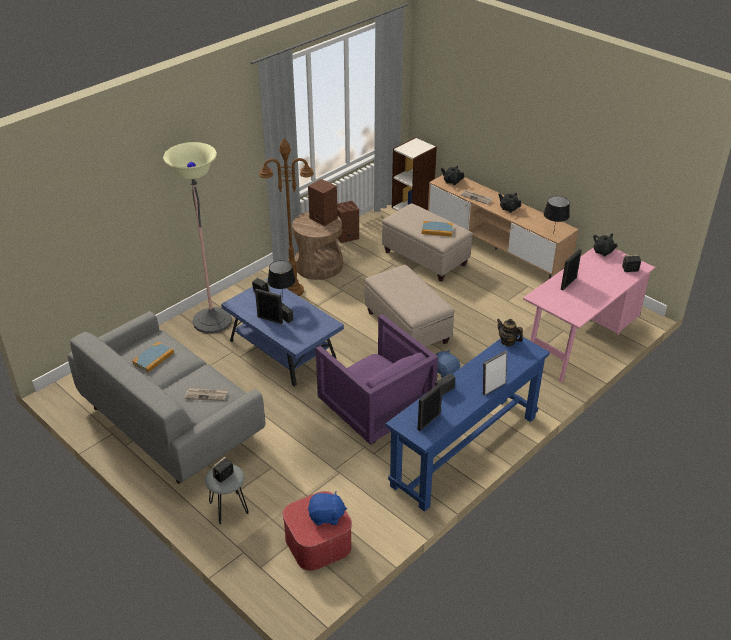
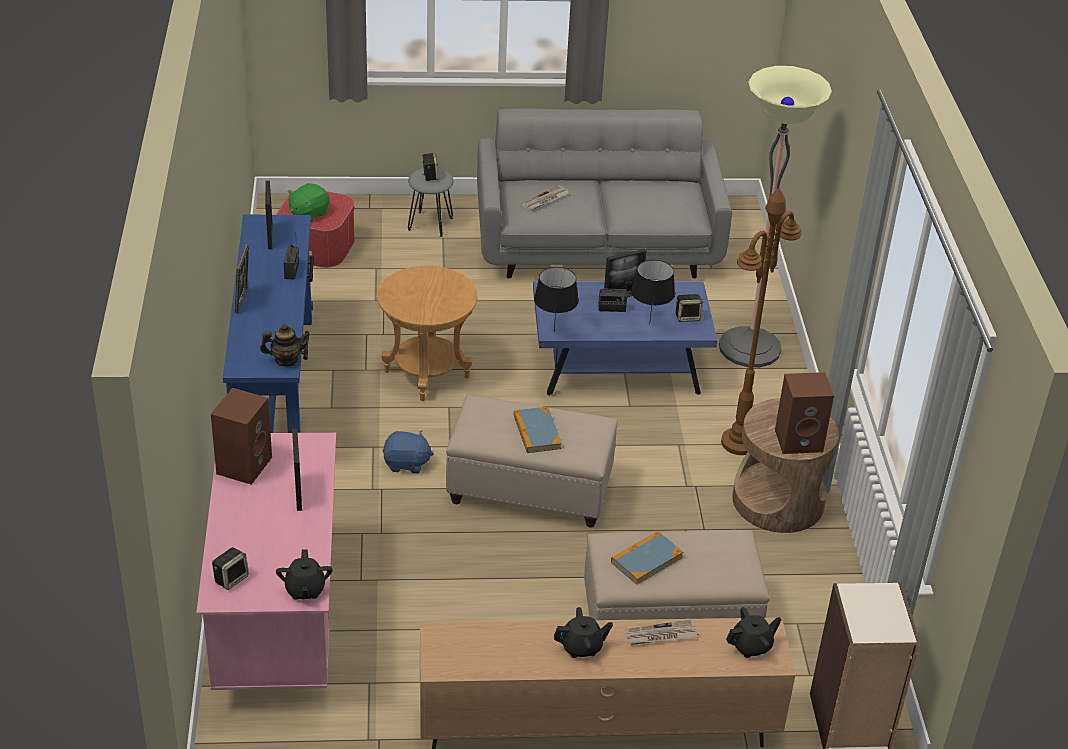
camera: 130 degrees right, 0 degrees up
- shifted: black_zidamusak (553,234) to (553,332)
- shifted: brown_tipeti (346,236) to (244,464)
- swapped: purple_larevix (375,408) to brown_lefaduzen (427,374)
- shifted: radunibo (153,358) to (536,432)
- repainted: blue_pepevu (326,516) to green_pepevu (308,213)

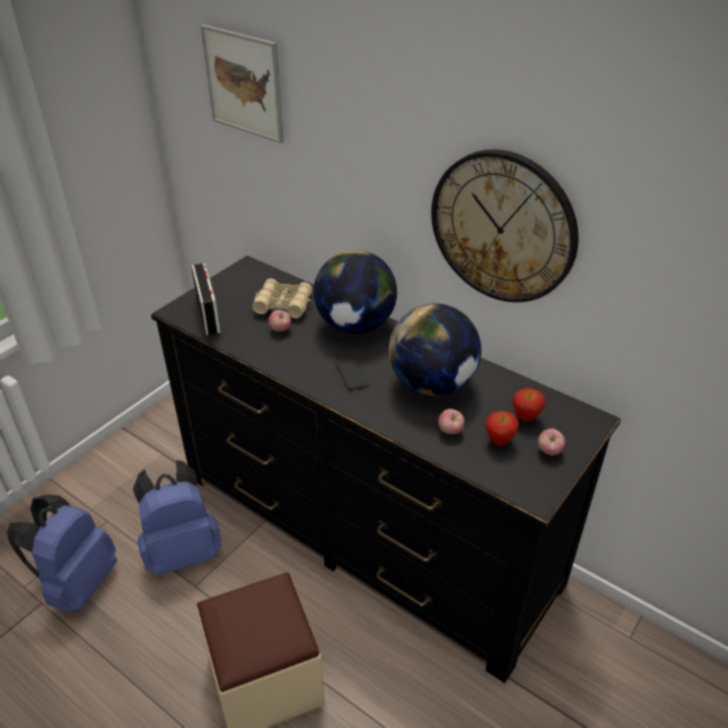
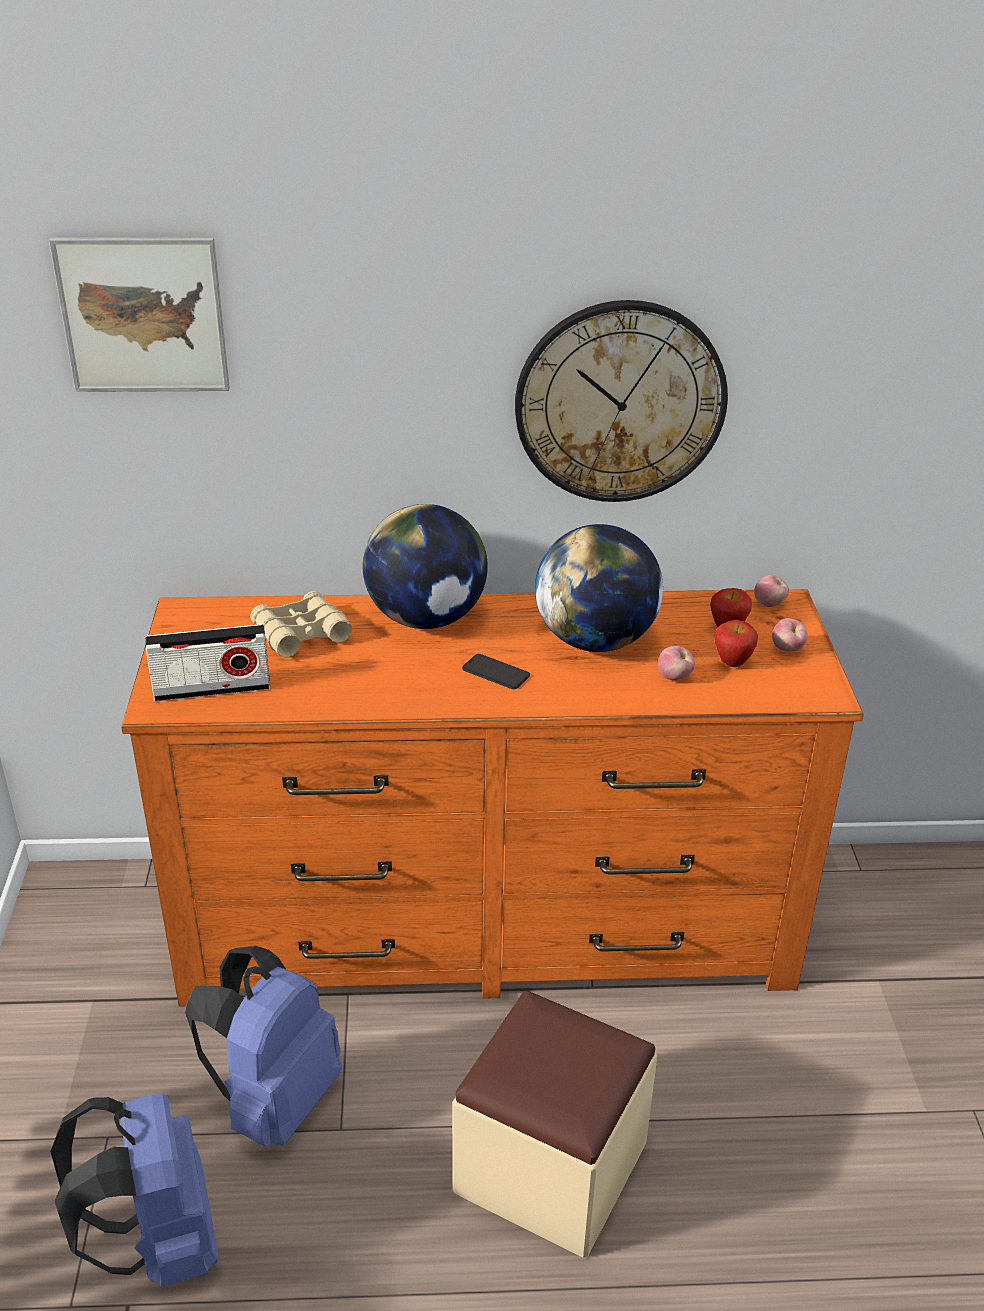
camera: 40 degrees left, 5 degrees down
- repainted: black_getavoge (366,528) to orange_getavoge (487,926)
- rotated: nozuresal (208,314) = (212,689) 135 degrees clockwise
- shifted: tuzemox (280,330) to (769,604)

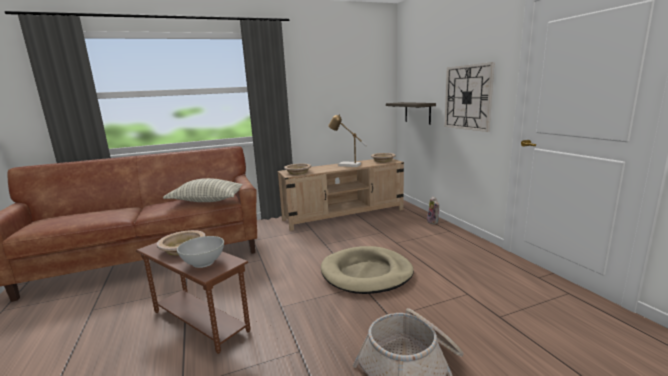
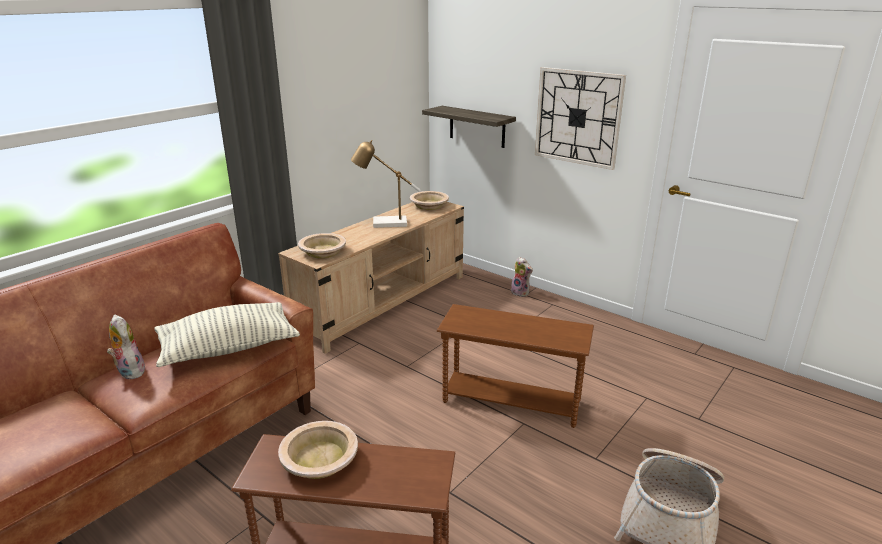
camera: 30 degrees left, 10 degrees up
- gone: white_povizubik (204,263)
- swapped: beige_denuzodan (366,273) to brown_lefaduzen (511,401)
- new: pepevu (129,371)

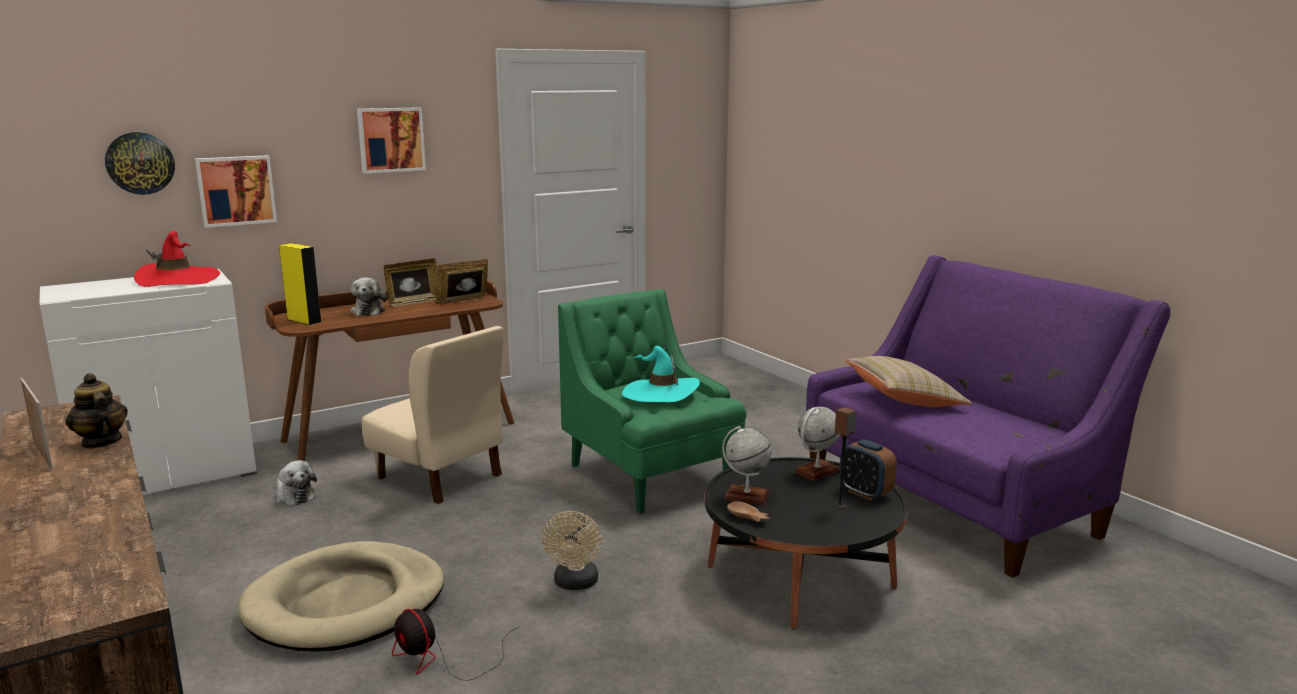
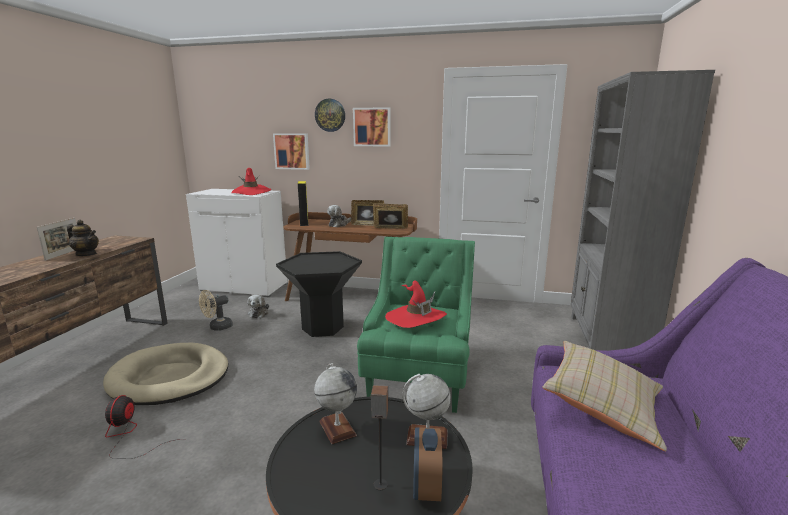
camera: 45 degrees right, 0 degrees up
- shifted: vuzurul (140,163) to (330,115)
- swapped: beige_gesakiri (440,477) to black_lefaduzen (322,328)
- repainted: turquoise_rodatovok (660,393) to red_rodatovok (416,318)
- rotated: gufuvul (101,442) = (86,254) 105 degrees clockwise
- gone: brown_povizubik (748,517)
- shifted: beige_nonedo (575,584) to (217,327)
- new: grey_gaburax (606,340)

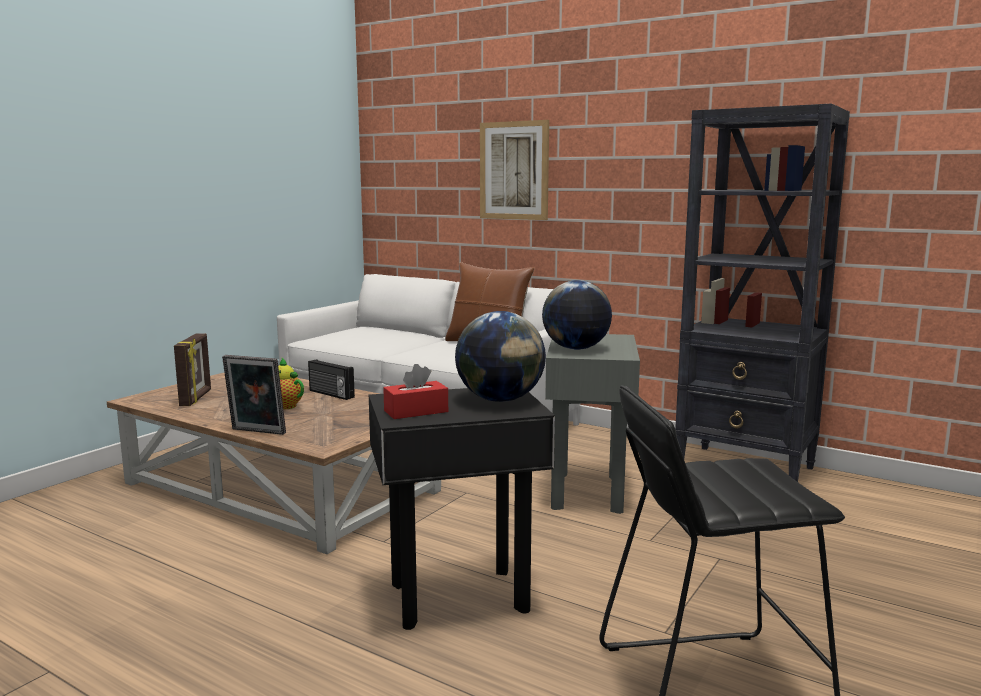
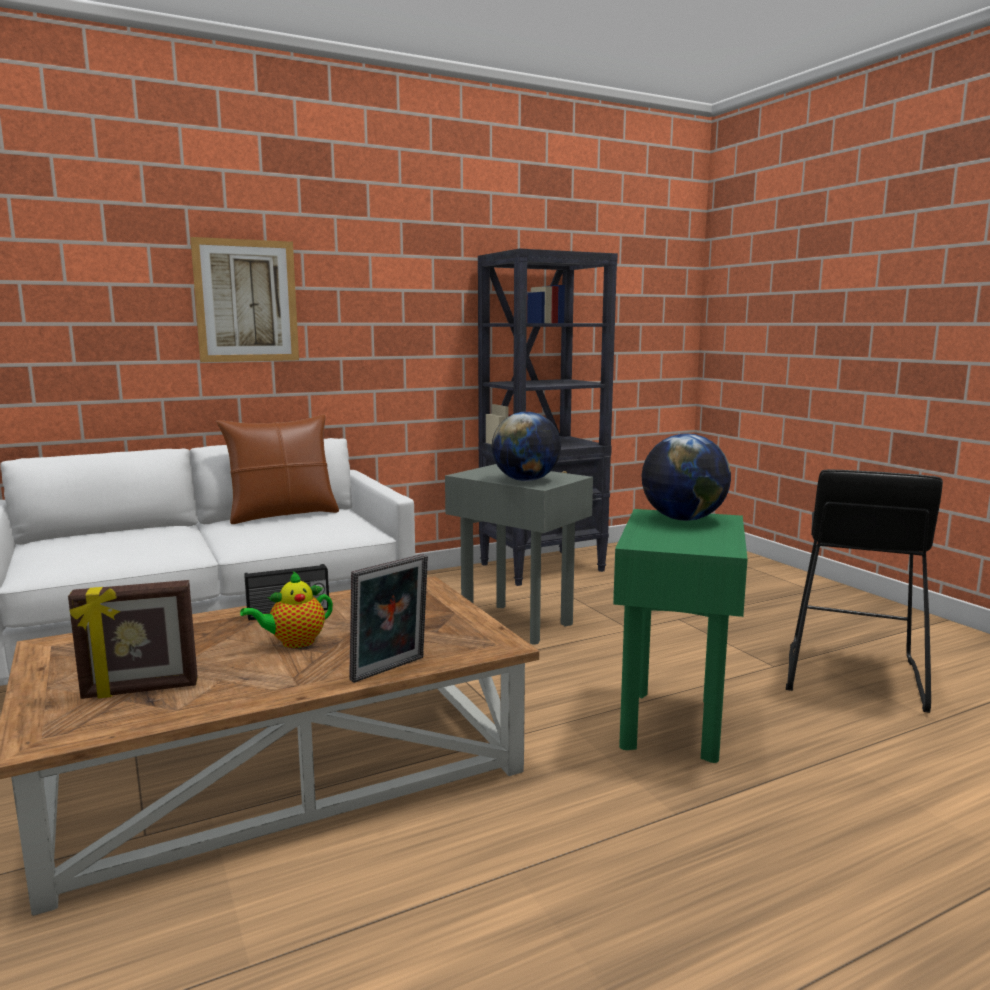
camera: 60 degrees left, 0 degrees up
- rotated: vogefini (196,398) = (140,690) 135 degrees clockwise
- gone: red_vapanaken (416,411)
- repainted: black_lefaduzen (459,597) to green_lefaduzen (673,724)

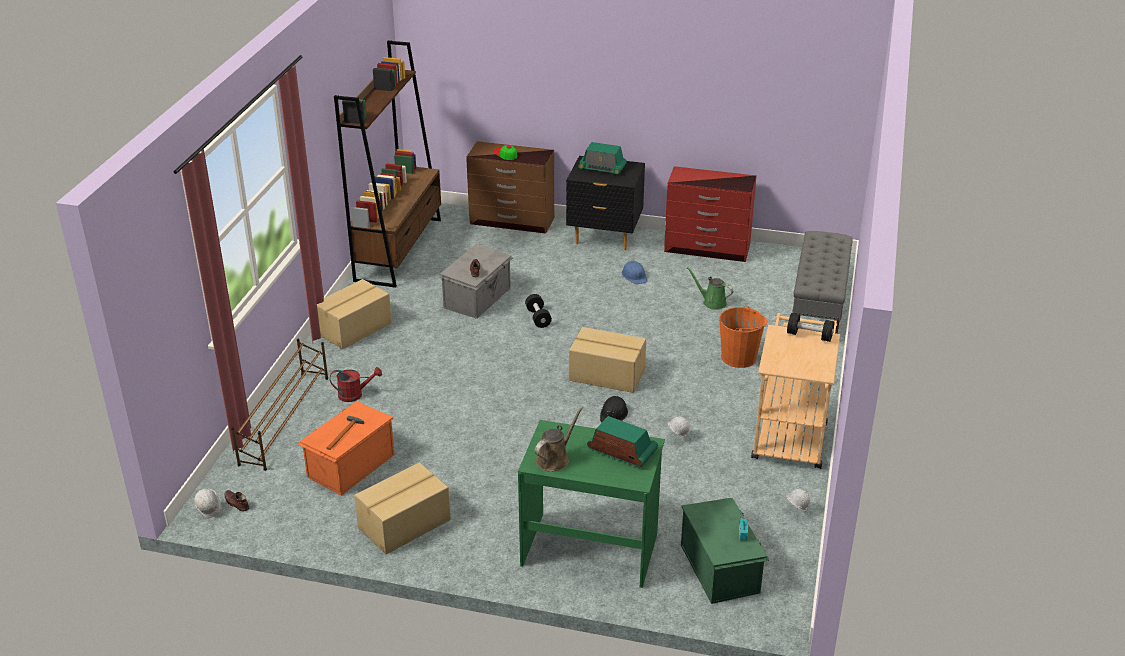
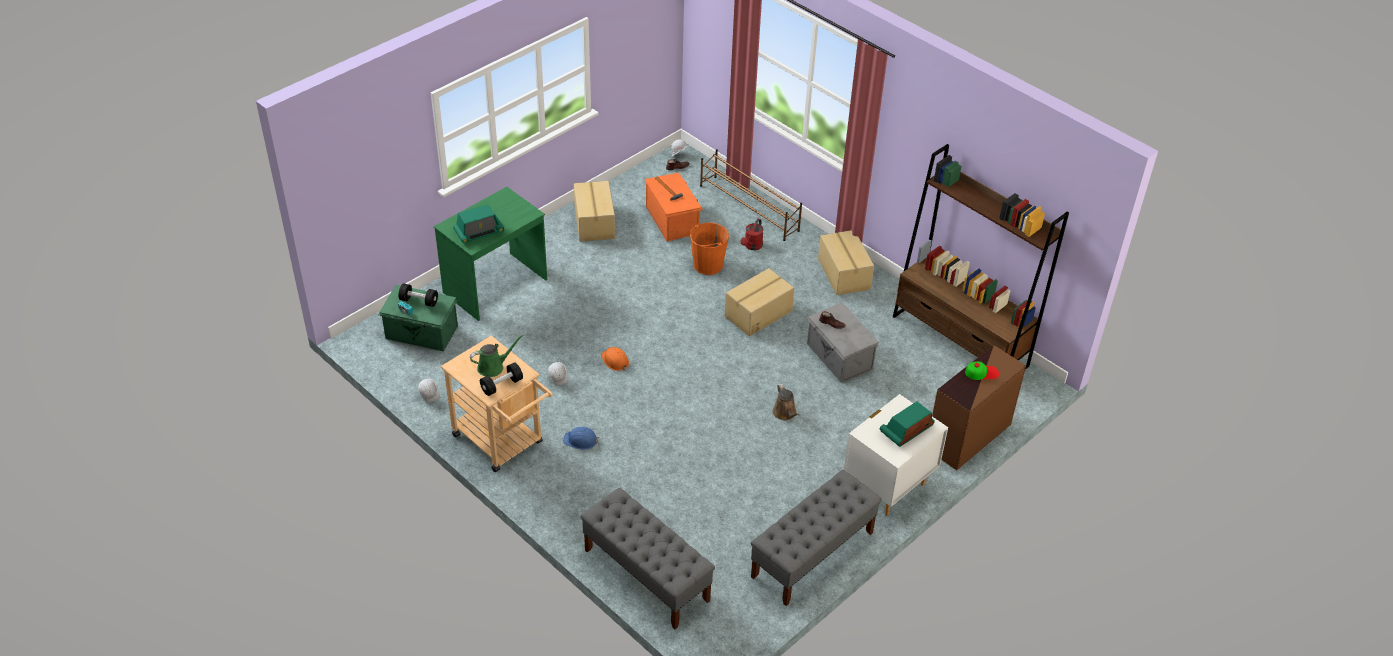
camera: 120 degrees right, 10 degrees up
- repainted: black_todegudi (604,238) to white_todegudi (888,487)
- swapped: red_getavoge (707,249) to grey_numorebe (812,555)
- shifted: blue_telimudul (634,276) to (581,440)
- shifted: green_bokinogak (712,302) to (493,367)
- shifted: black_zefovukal (538,318) to (419,301)
- shifted: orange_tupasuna (739,357) to (707,265)
- shifted: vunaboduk (607,375) to (757,313)
- repainted: black_telimudul (613,414) to orange_telimudul (615,361)
- shifted: brown_bokinogak (555,459) to (785,413)

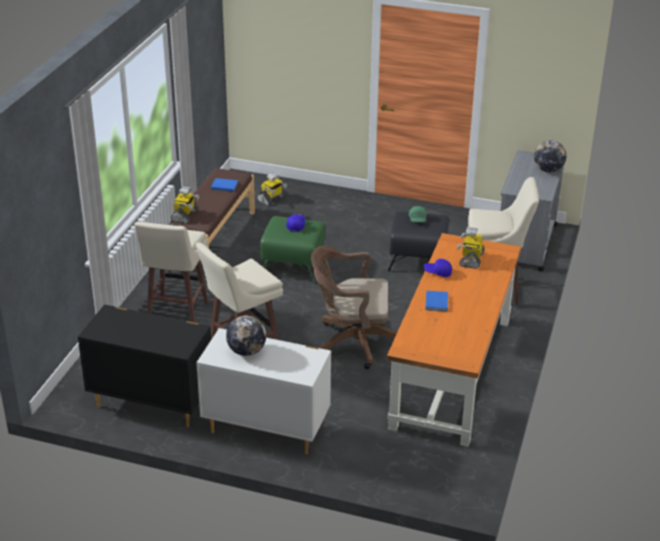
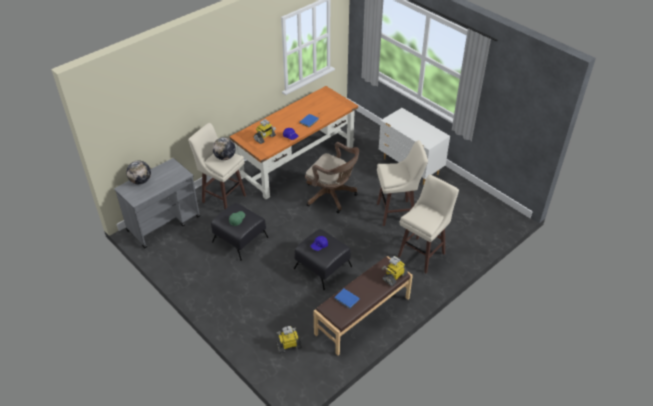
camera: 150 degrees left, 10 degrees up
- repainted: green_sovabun (293,264) to black_sovabun (323,268)
- gone: black_getavoge (150,403)
- shifted: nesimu (246,351) to (225,157)

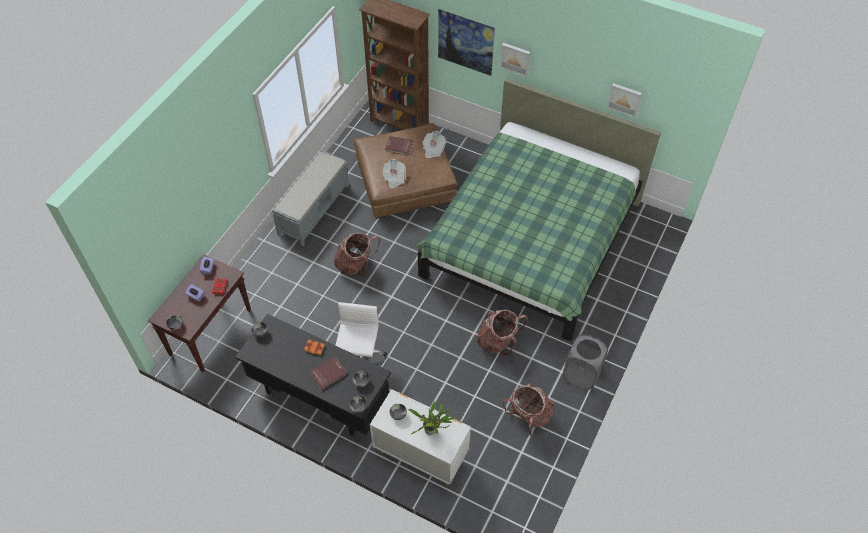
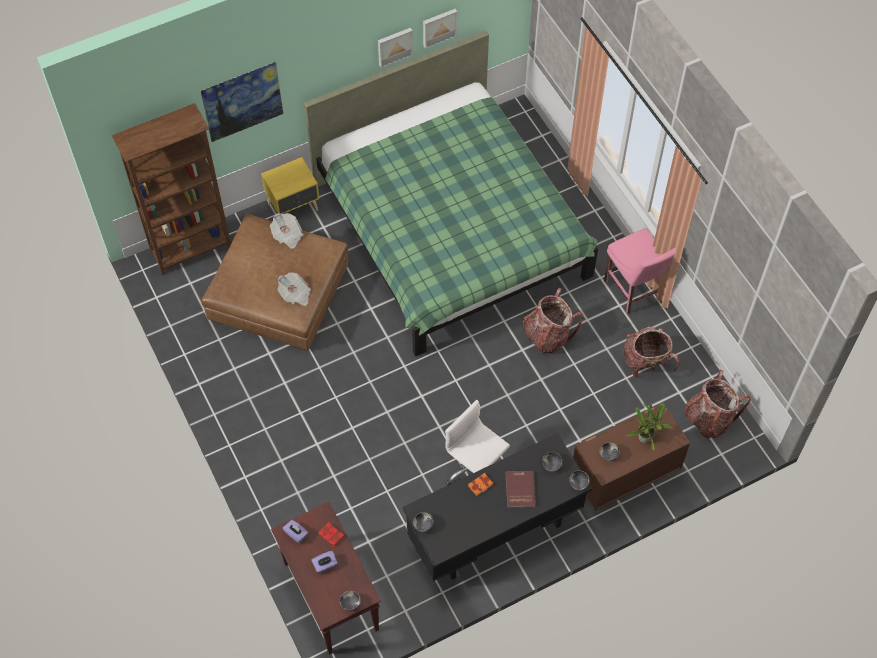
camera: 55 degrees left, 5 degrees up
- shifted: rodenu (515,58) to (394,46)
- gone: red_radunibo (399,146)
- gone: grey_numorebe (314,209)
- shifted: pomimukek (356,264) to (709,419)
- swapped: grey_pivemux (581,374) to pink_gesakiri (634,291)
- repainted: white_getavoge (420,454) to brown_getavoge (622,478)
- new: yellow_todegudi (294,207)

